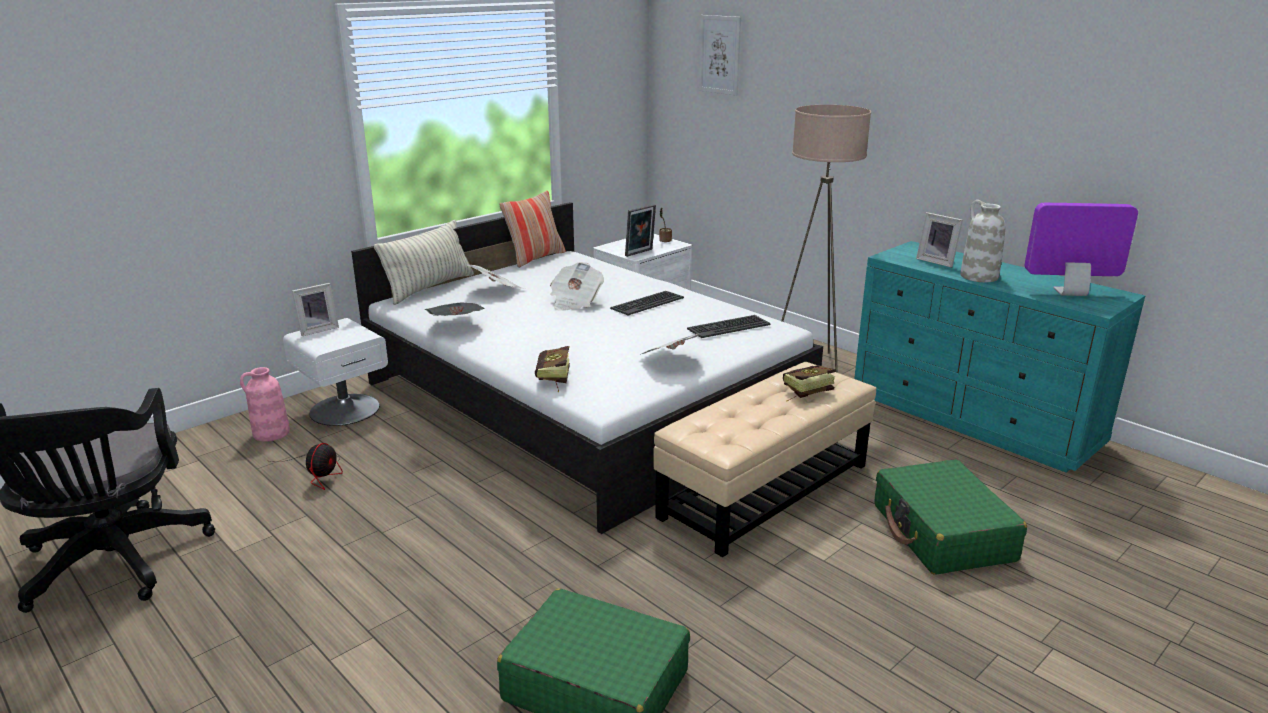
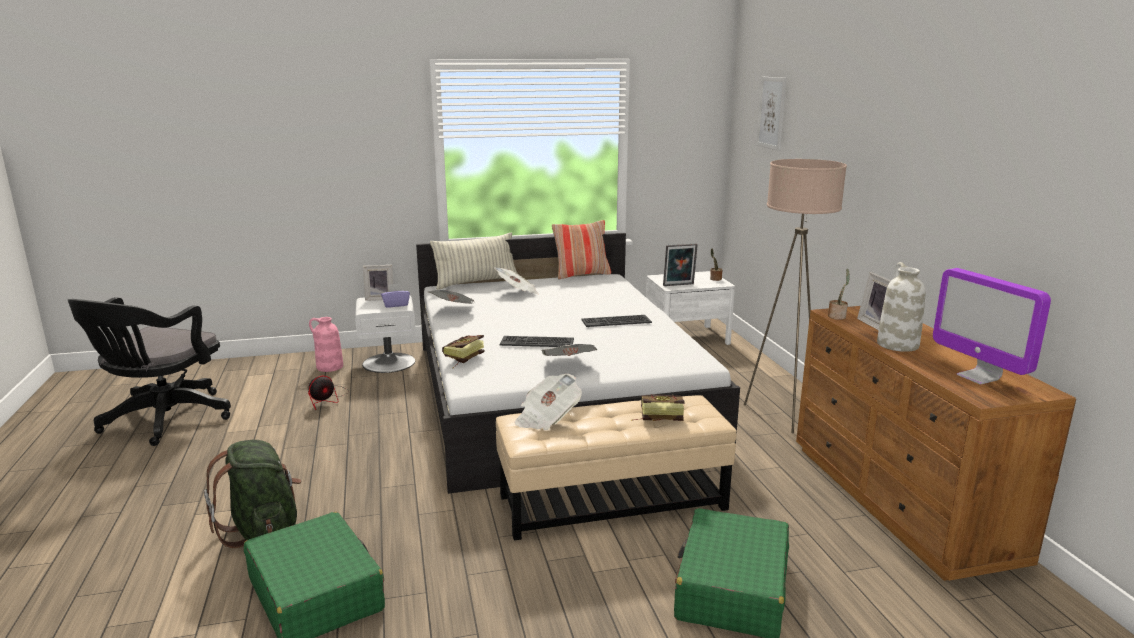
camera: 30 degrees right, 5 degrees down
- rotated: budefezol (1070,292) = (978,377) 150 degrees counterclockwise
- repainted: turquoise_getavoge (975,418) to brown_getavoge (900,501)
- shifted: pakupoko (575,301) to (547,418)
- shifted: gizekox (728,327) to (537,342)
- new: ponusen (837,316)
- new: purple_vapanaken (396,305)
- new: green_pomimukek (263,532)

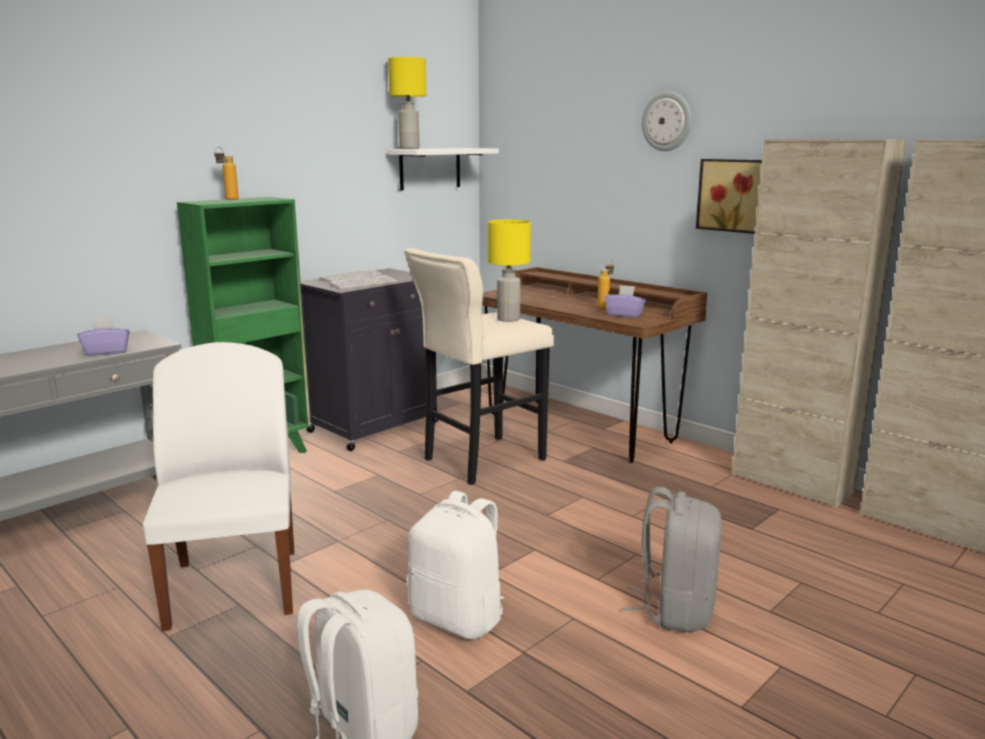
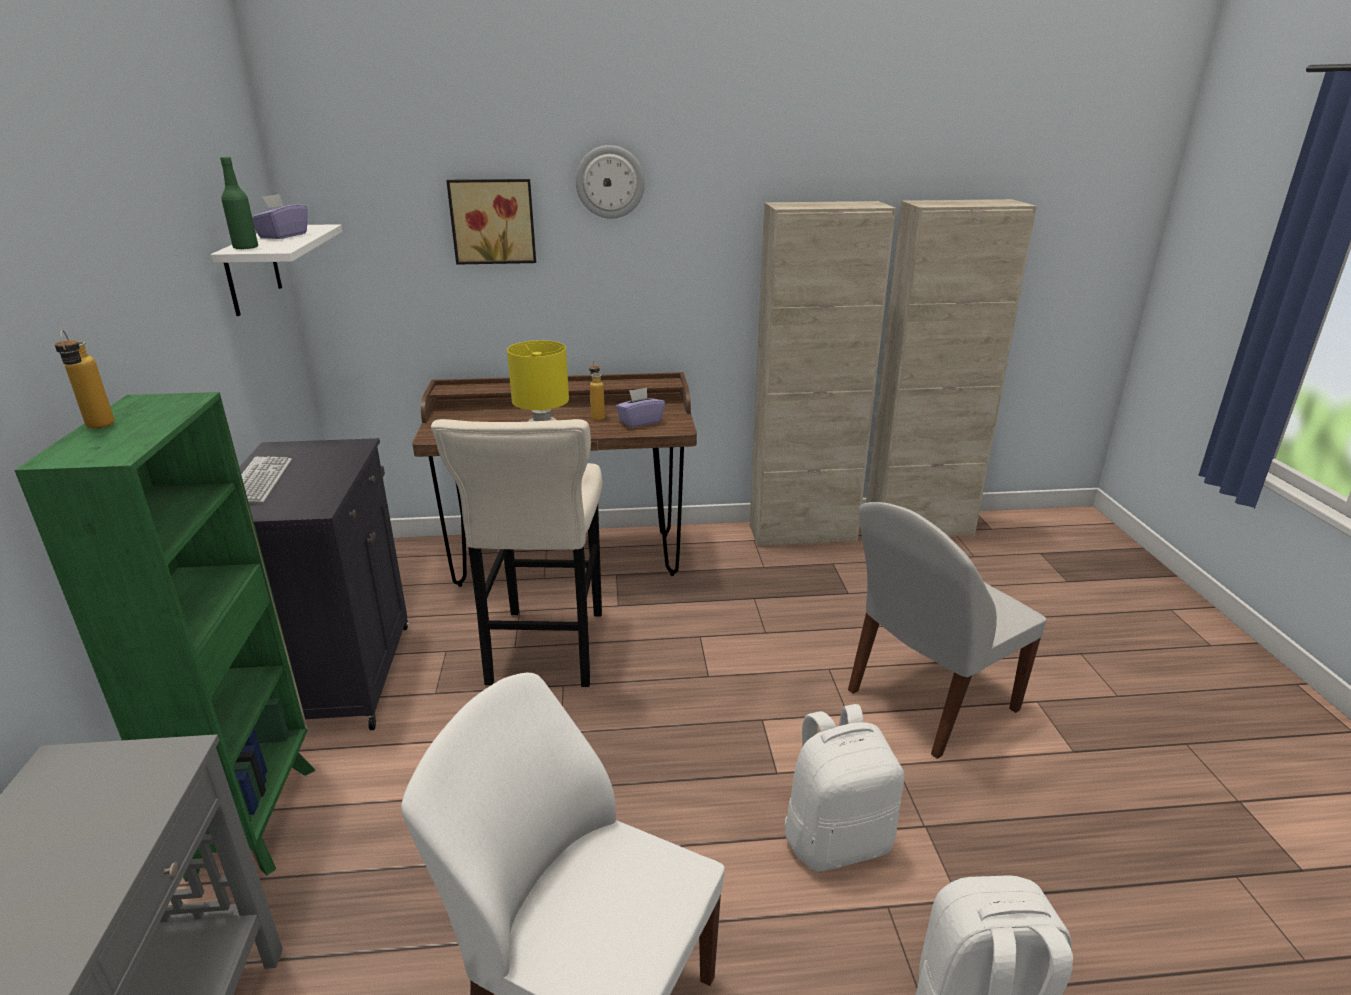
camera: 50 degrees left, 10 degrees up
- swapped: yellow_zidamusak (408,148) to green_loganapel (246,248)
- shifted: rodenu (733,195) to (493,221)
- gone: gizekox (363,283)
- shifted: purple_vapanaken (107,351) to (283,236)
- swapped: grey_pomimukek (675,609) to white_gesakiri (928,702)

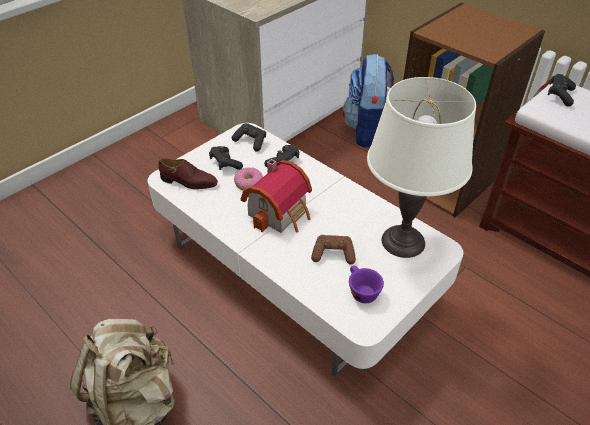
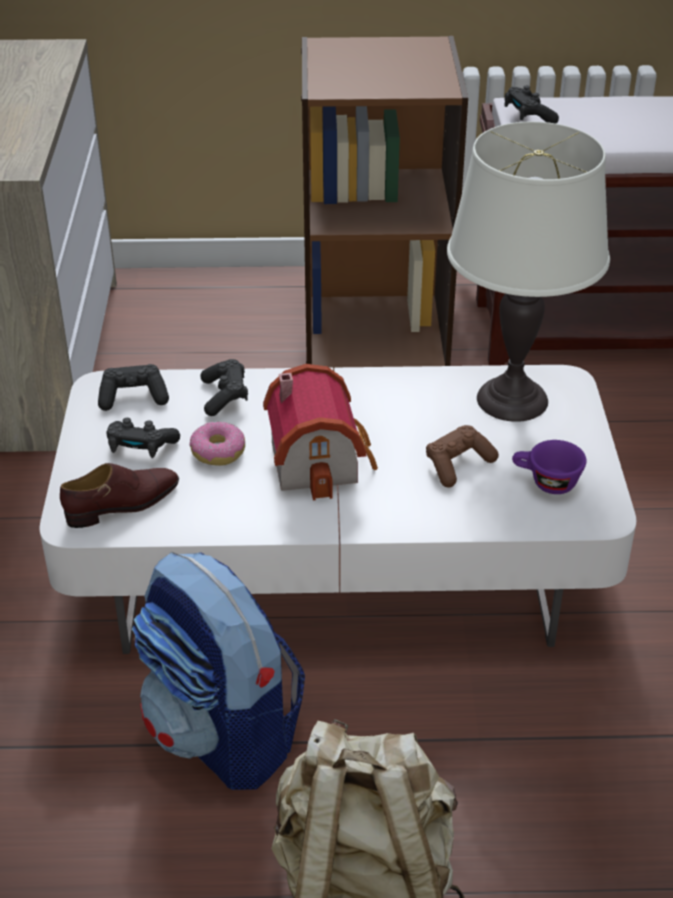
camera: 45 degrees left, 5 degrees down
- shifted: pomimukek (369,132) to (223,733)

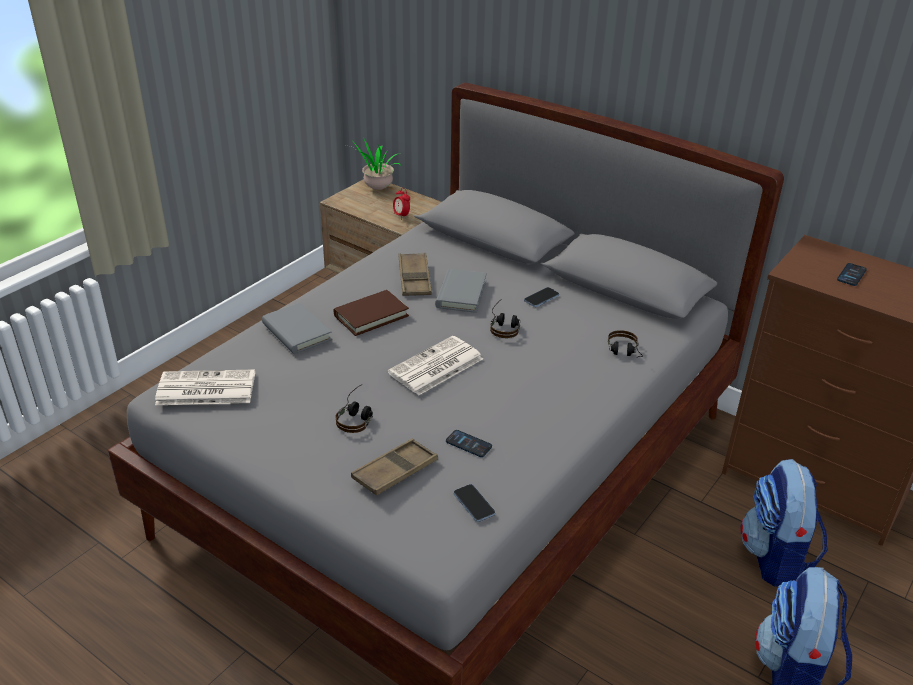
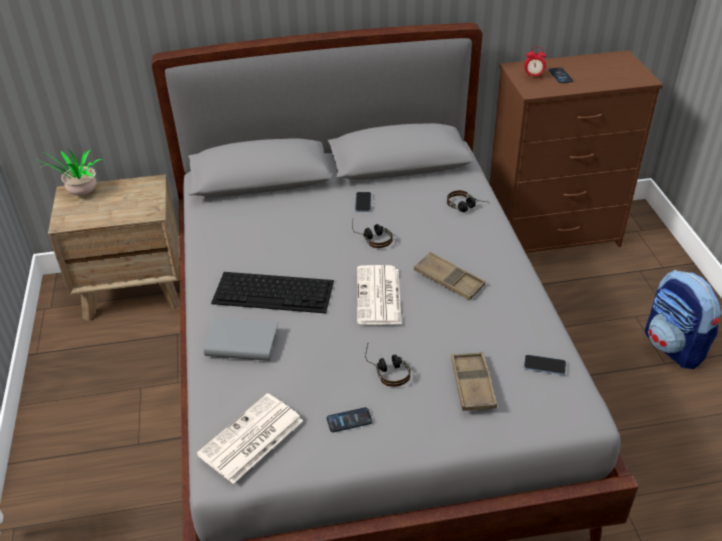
camera: 45 degrees left, 5 degrees up
- shifted: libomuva (401,216) to (533,76)
- shifted: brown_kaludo (414,279) to (448,280)
- gone: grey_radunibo (461,294)
- swapped: brown_radunibo (371,316) to gizekox (274,292)
- shifted: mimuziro (468,444) to (349,420)
- gone: pomimukek (775,557)

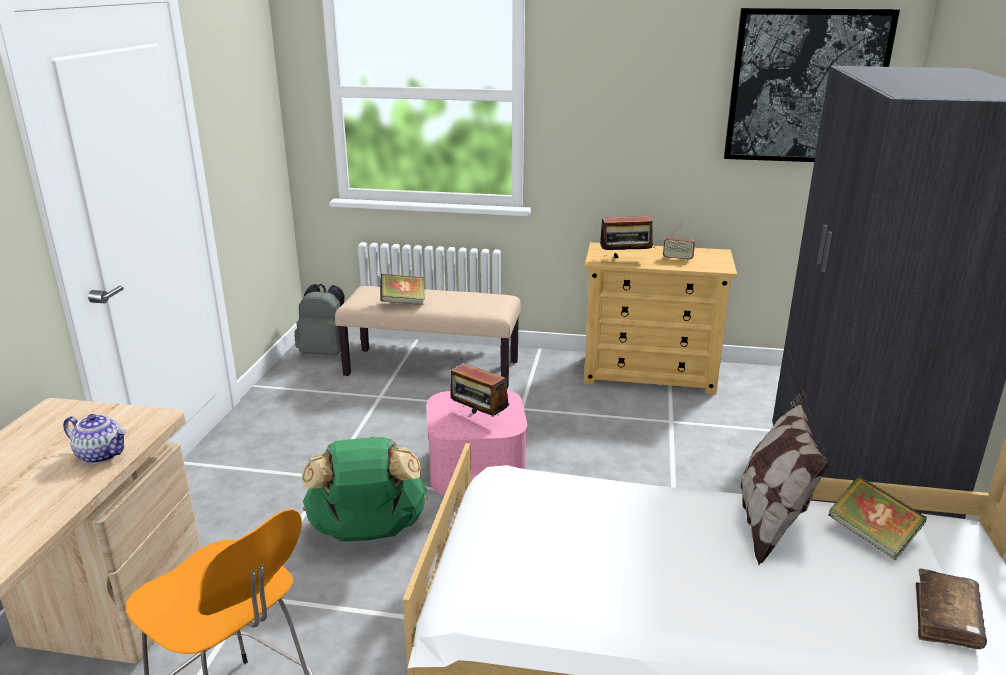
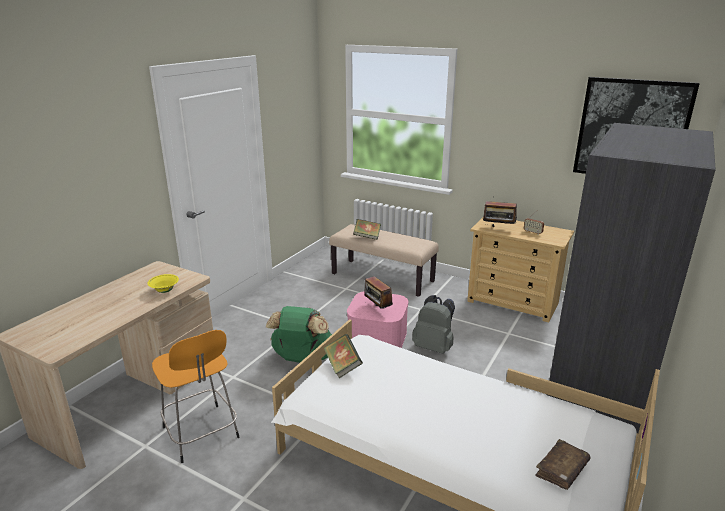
camera: 20 degrees right, 0 degrees up
- shifted: grey_pomimukek (326,352) to (434,347)
- gone: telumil (770,524)
- swapped: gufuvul (102,454) to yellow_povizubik (165,291)
- shifted: radunibo (871,536) to (342,366)

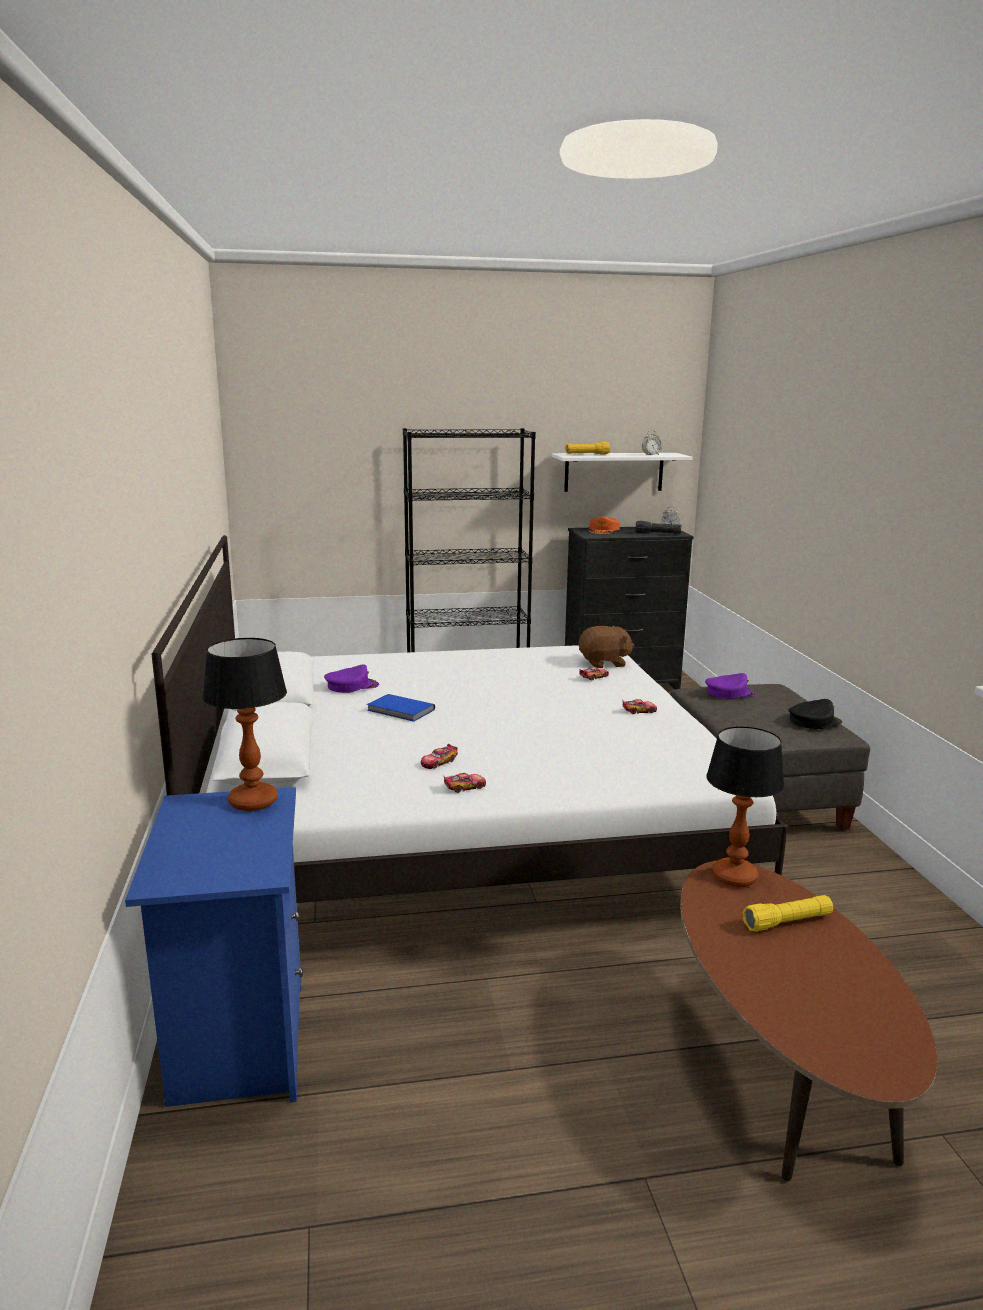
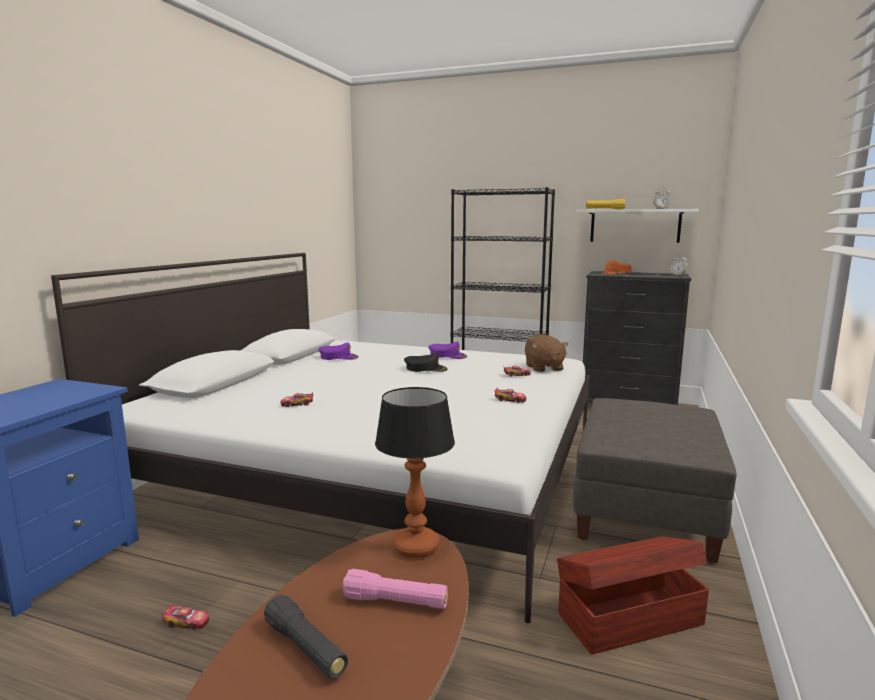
camera: 30 degrees right, 5 degrees down
- shifted: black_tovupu (658,534) to (306,648)
- rotated: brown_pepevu (604,663) = (543,368) 60 degrees clockwise
- gone: zidamusak (254,802)
- shifted: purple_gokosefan (730,692) to (447,355)
- gone: blue_radunibo (400,710)
- shifted: black_gokosefan (814,721) to (425,368)
- shifted: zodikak (465,787) to (187,622)
- repainted: yellow_tovupu (787,922) to pink_tovupu (396,602)
- new: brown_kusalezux (627,618)

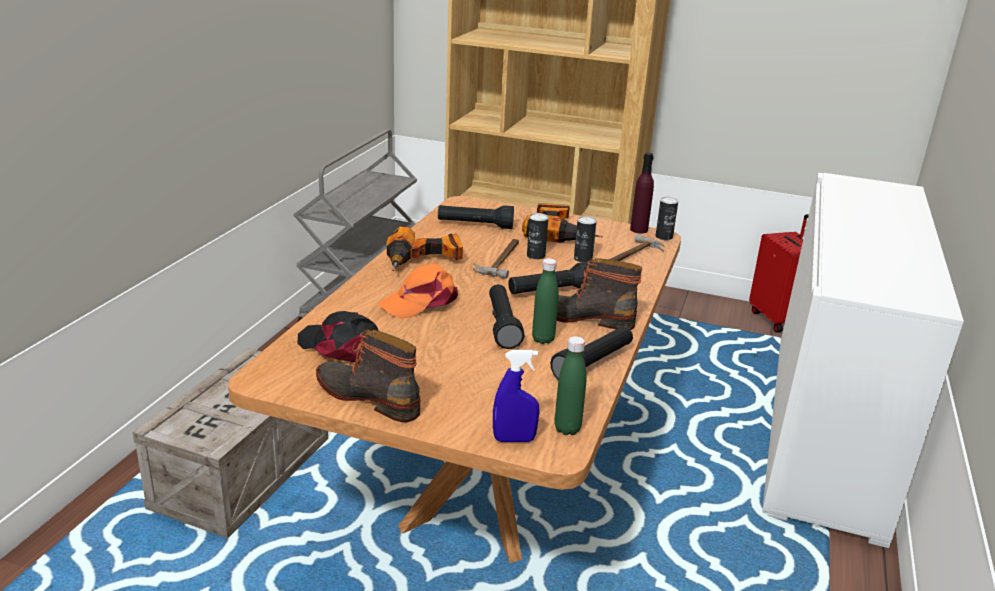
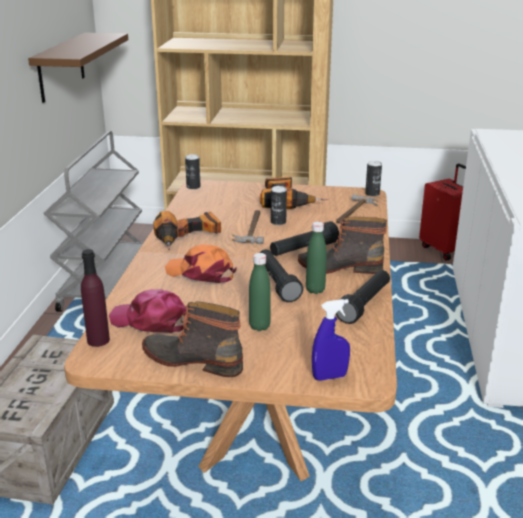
camera: 10 degrees left, 0 degrees up
- shifted: purple_loganapel (639,230) to (98,340)
- gone: black_tovupu (475,225)
- shifted: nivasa (583,259) to (193,187)
- rotated: orange_gokosefan (421,302) = (201,273) 75 degrees clockwise
- repainted: black_gokosefan (342,347) to pink_gokosefan (150,321)
- shifted: green_loganapel (567,429) to (259,326)
- new: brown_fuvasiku (61,67)

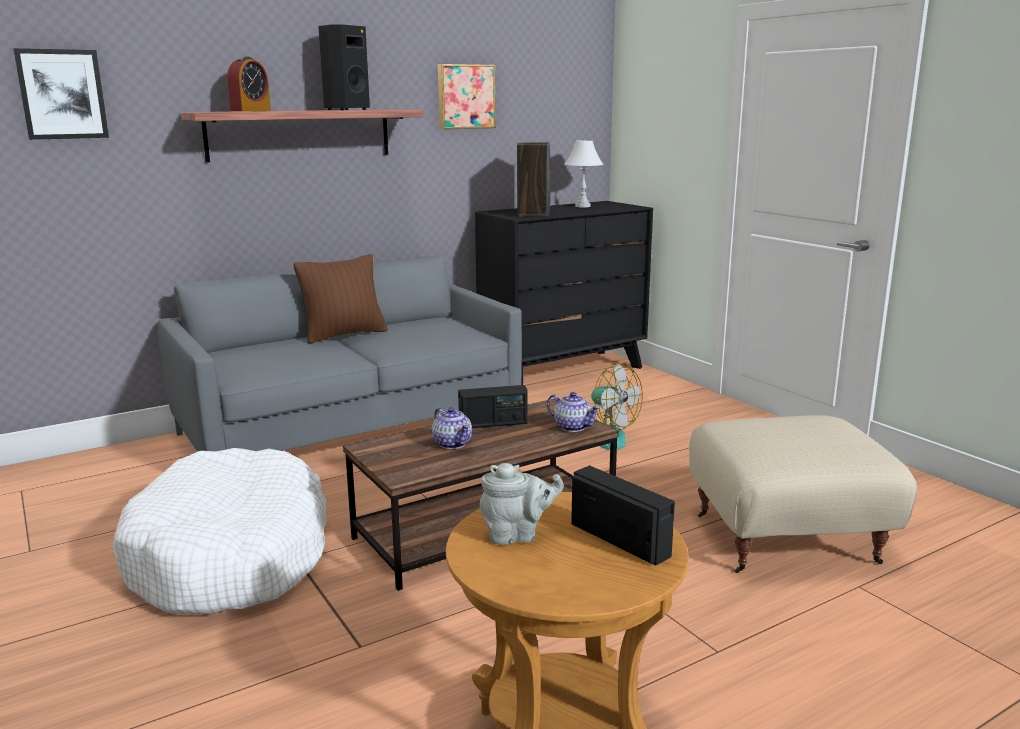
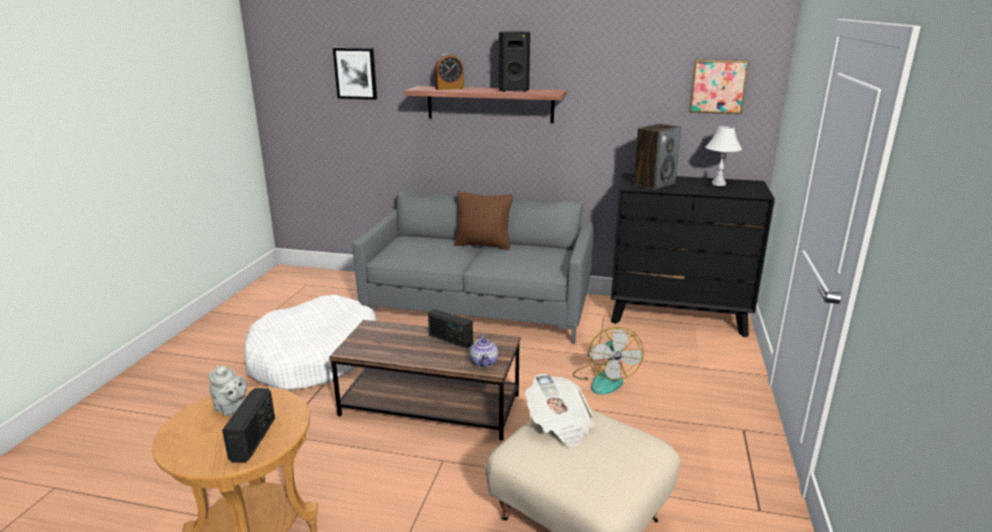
camera: 45 degrees right, 5 degrees up
- shifted: rodenu (465,96) to (718,86)
- gone: gufuvul (452,443)
- new: pakupoko (559,425)

